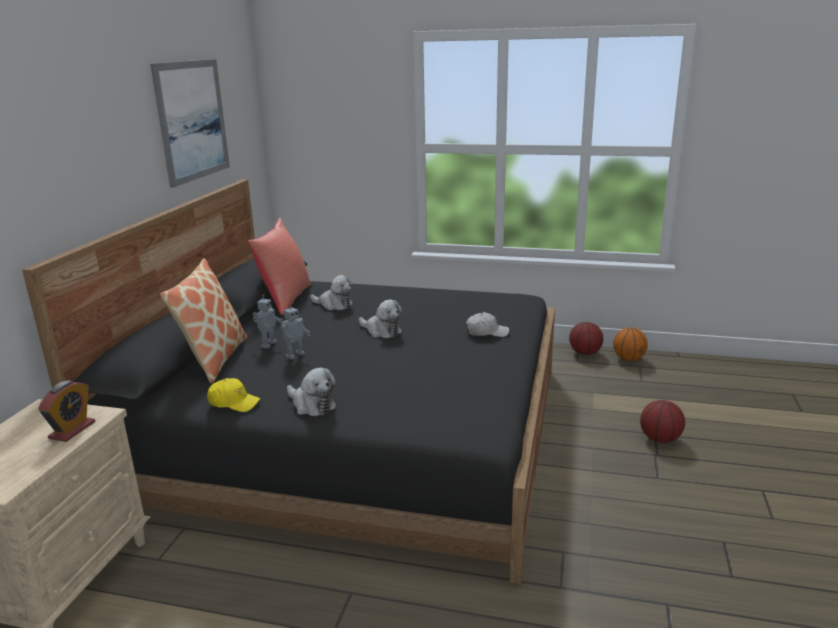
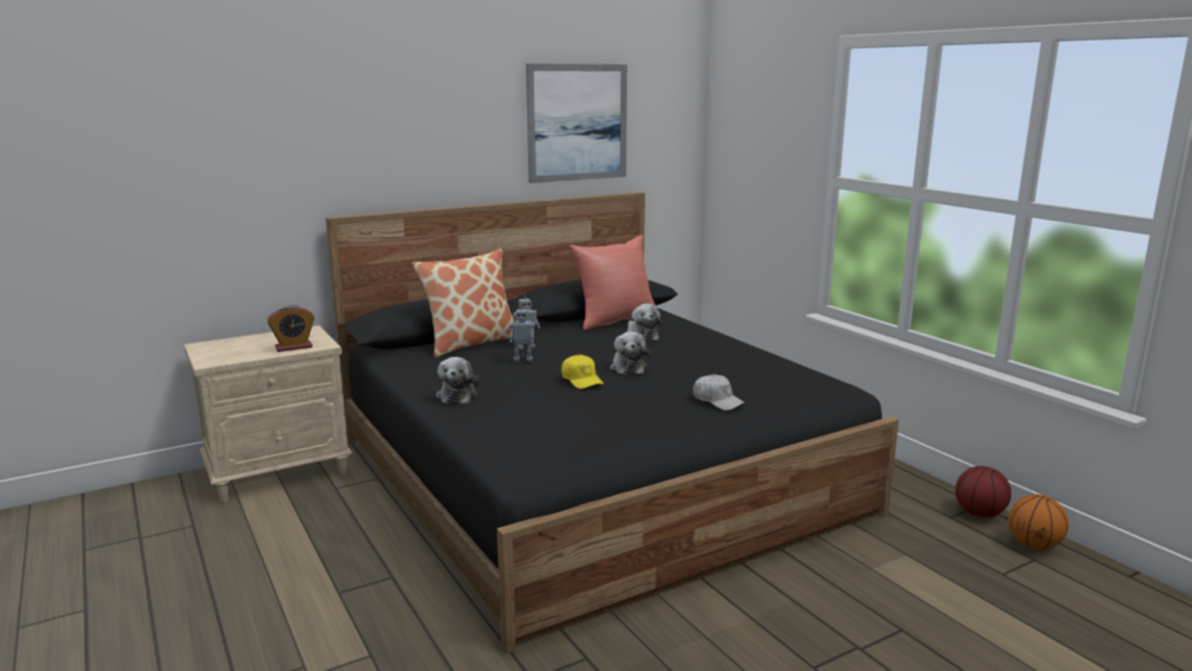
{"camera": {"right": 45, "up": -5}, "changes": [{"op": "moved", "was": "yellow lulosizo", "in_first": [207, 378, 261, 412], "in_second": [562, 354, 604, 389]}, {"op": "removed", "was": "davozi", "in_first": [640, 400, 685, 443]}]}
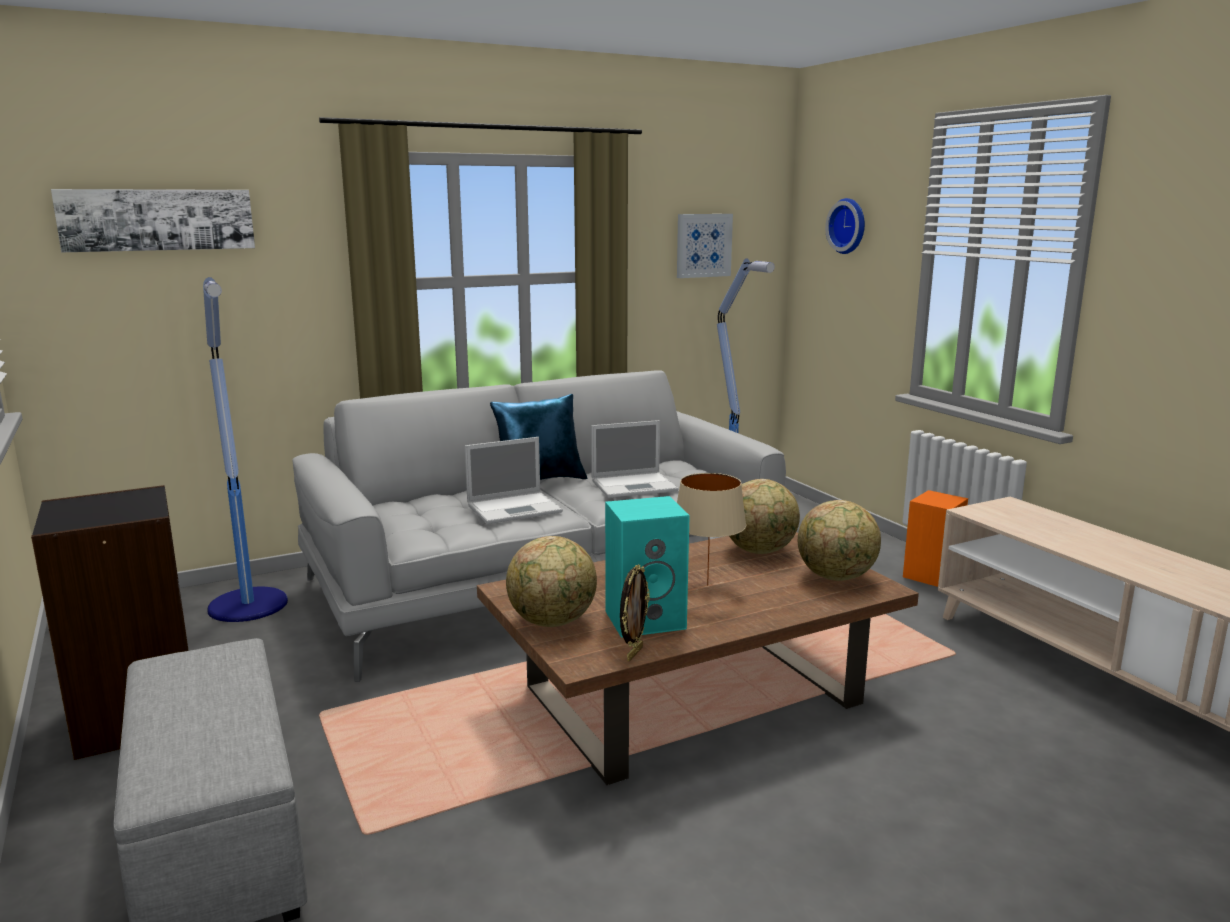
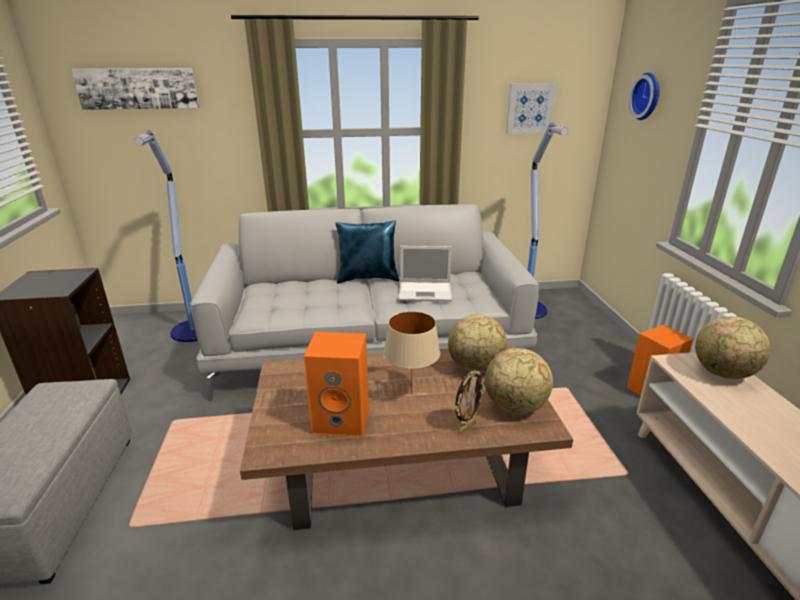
{"camera": {"right": 20, "up": 10}, "changes": [{"op": "recoloured", "was": "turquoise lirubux", "now": "orange lirubux", "in_first": [605, 496, 690, 638], "in_second": [304, 332, 369, 437]}, {"op": "moved", "was": "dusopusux", "in_first": [620, 564, 650, 661], "in_second": [455, 370, 485, 433]}, {"op": "moved", "was": "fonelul", "in_first": [506, 536, 597, 627], "in_second": [695, 316, 770, 379]}, {"op": "removed", "was": "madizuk", "in_first": [465, 437, 563, 524]}]}
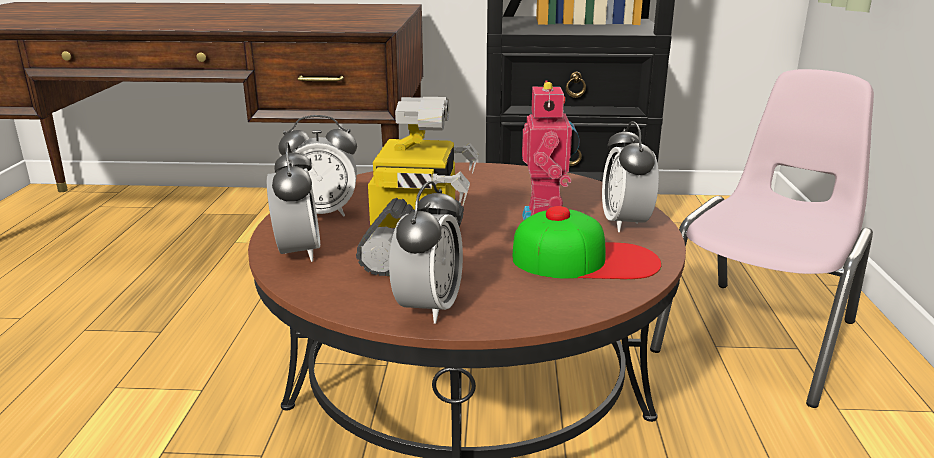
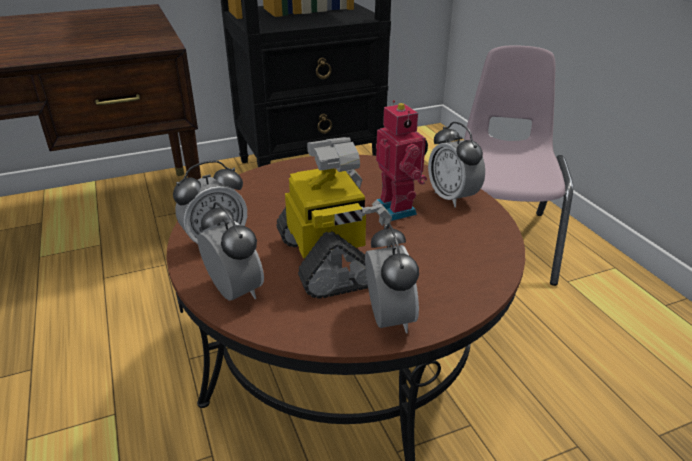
{"camera": {"right": -25, "up": 10}, "changes": [{"op": "removed", "was": "lulosizo", "in_first": [512, 206, 661, 279]}]}
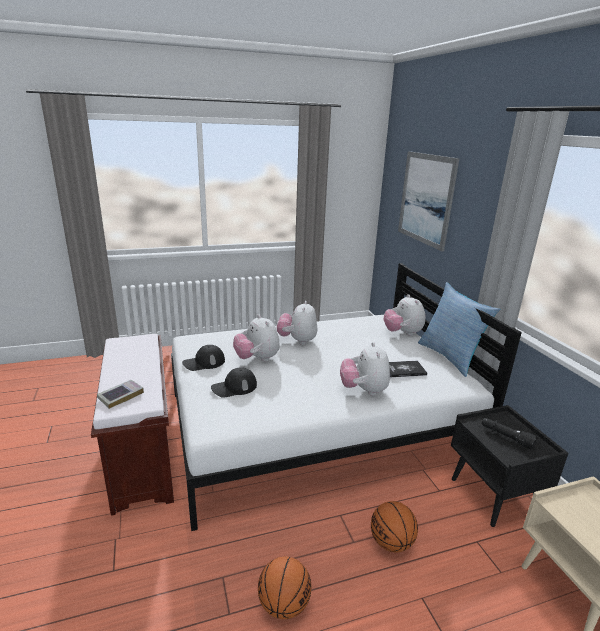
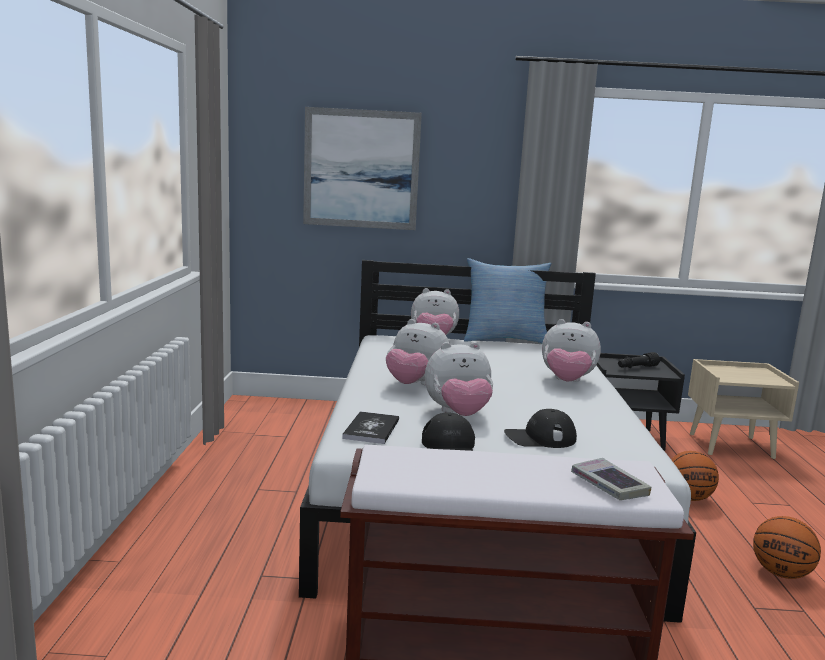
{"camera": {"right": -70, "up": -10}, "changes": [{"op": "moved", "was": "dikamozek", "in_first": [389, 361, 427, 377], "in_second": [342, 411, 399, 444]}, {"op": "turned", "was": "black lulosizo", "in_first": [211, 367, 257, 398], "in_second": [504, 409, 577, 448], "clockwise": 90}]}
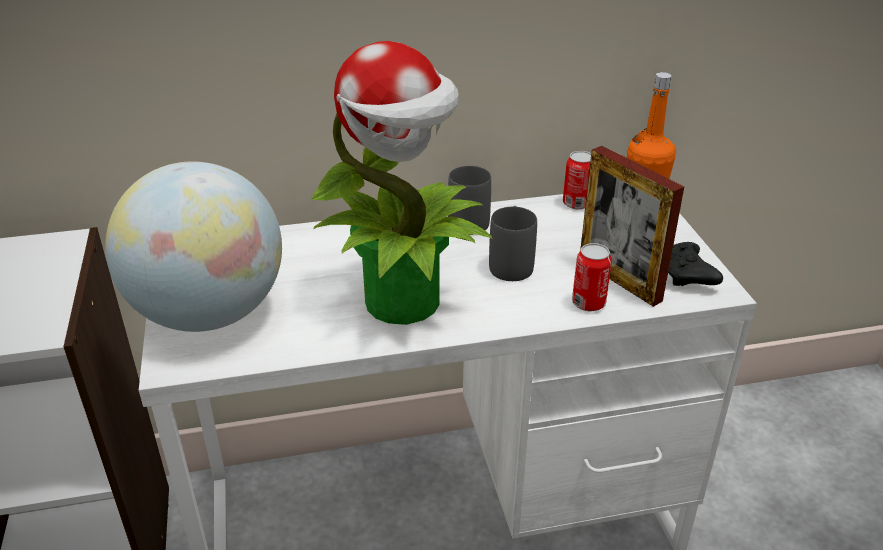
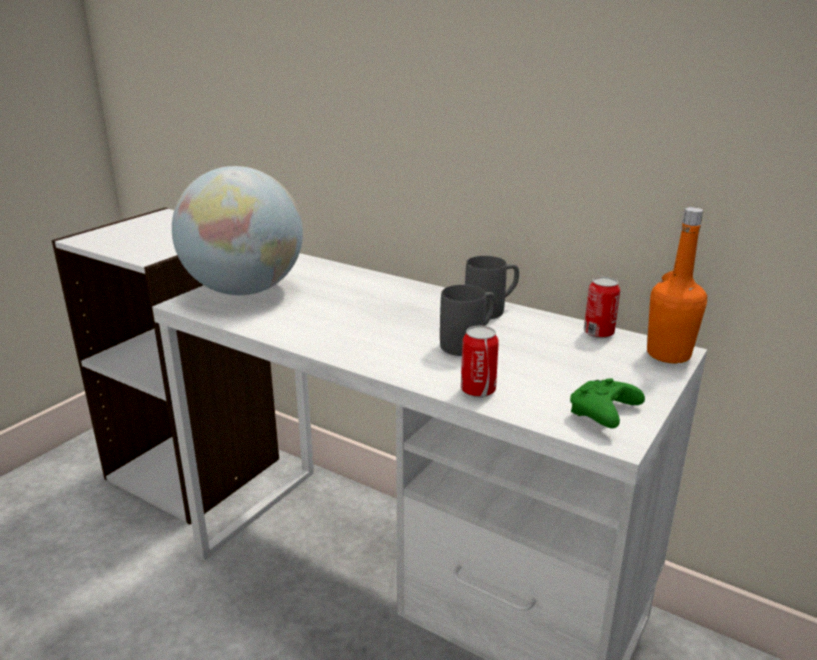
{"camera": {"right": 45, "up": -10}, "changes": [{"op": "recoloured", "was": "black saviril", "now": "green saviril", "in_first": [668, 242, 723, 286], "in_second": [570, 378, 645, 428]}, {"op": "removed", "was": "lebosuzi", "in_first": [311, 41, 493, 325]}, {"op": "removed", "was": "dusopusux", "in_first": [580, 146, 684, 307]}]}
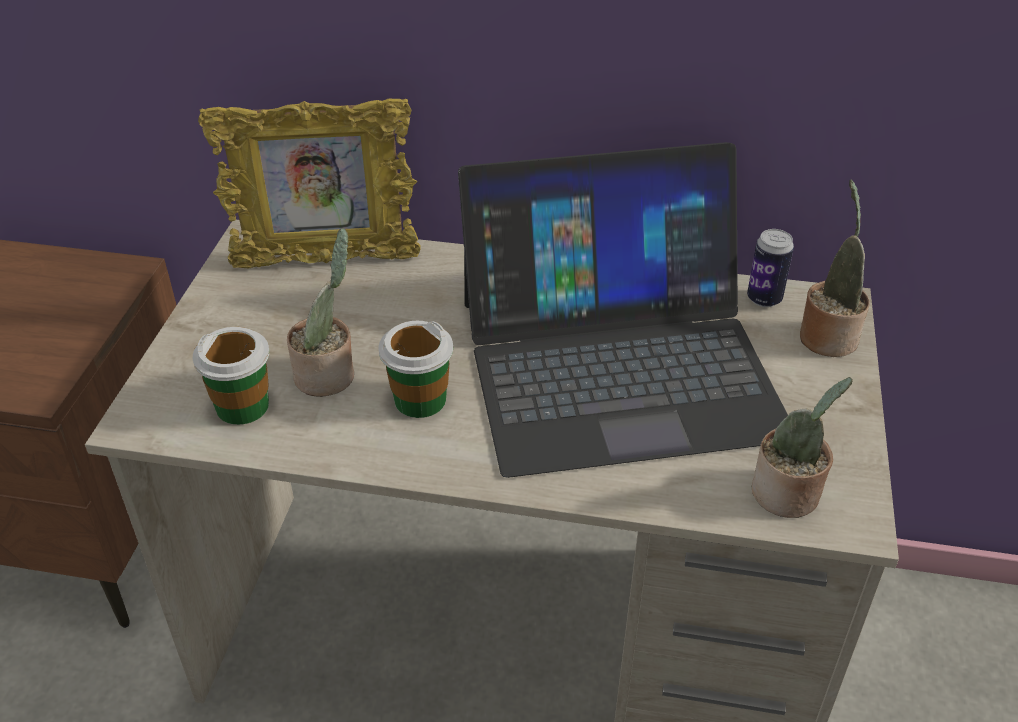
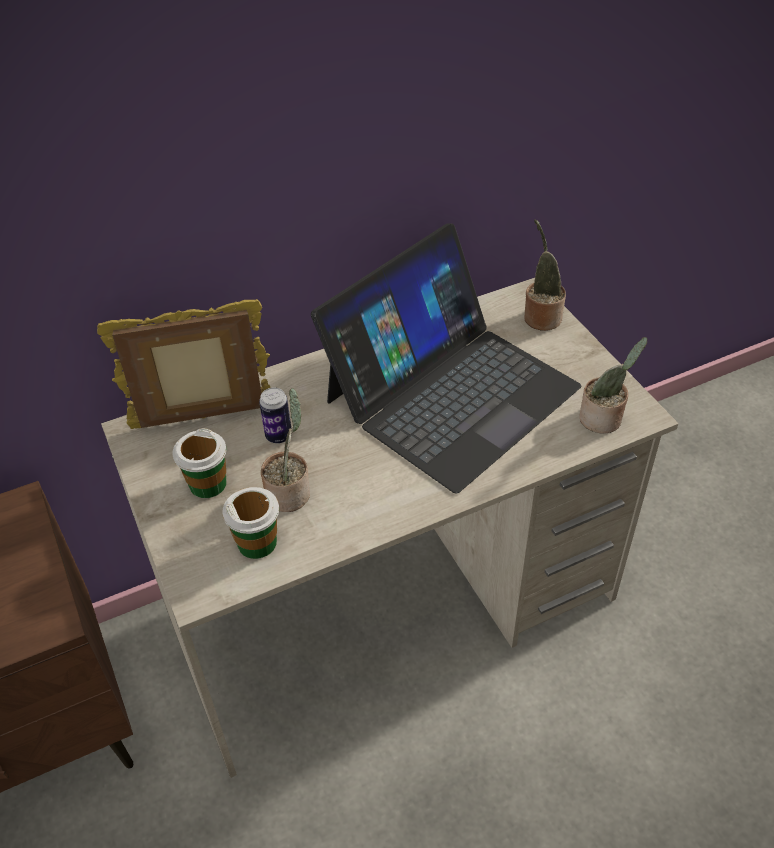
{"camera": {"right": -35, "up": 5}, "changes": [{"op": "turned", "was": "dusopusux", "in_first": [198, 99, 421, 268], "in_second": [97, 299, 271, 429], "clockwise": -150}, {"op": "moved", "was": "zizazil", "in_first": [379, 321, 453, 418], "in_second": [173, 428, 227, 498]}, {"op": "moved", "was": "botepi", "in_first": [747, 229, 794, 307], "in_second": [259, 387, 292, 444]}]}
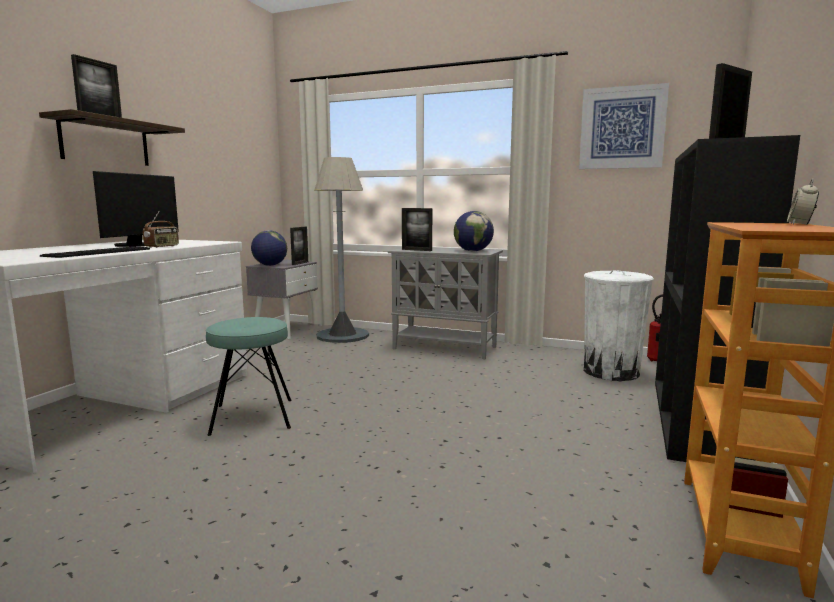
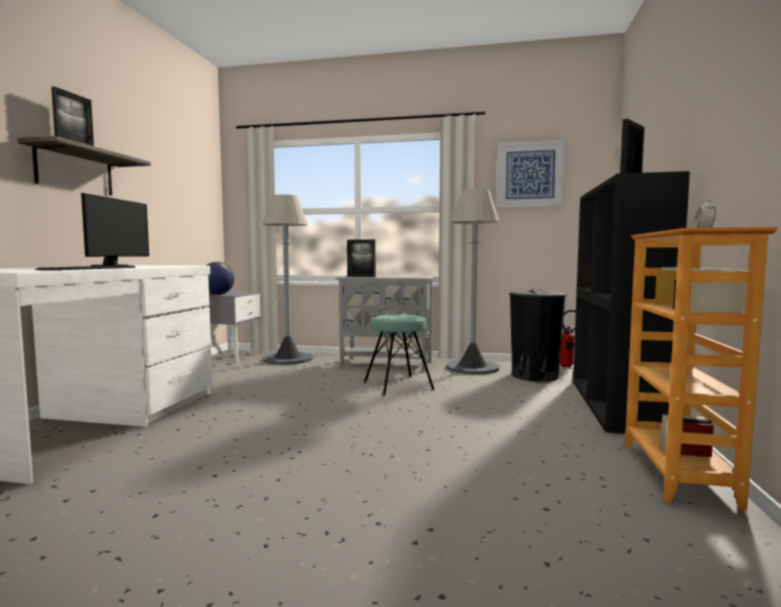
{"camera": {"right": -10, "up": -5}, "changes": [{"op": "moved", "was": "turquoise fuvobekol", "in_first": [206, 317, 291, 436], "in_second": [364, 314, 435, 396]}, {"op": "added", "now": "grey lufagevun", "in_second": [446, 189, 500, 374]}, {"op": "recoloured", "was": "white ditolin", "now": "black ditolin", "in_first": [584, 270, 654, 381], "in_second": [509, 289, 567, 382]}, {"op": "removed", "was": "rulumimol", "in_first": [143, 210, 179, 248]}, {"op": "removed", "was": "dusopusux", "in_first": [290, 227, 308, 265]}, {"op": "removed", "was": "fonelul", "in_first": [454, 211, 494, 251]}]}
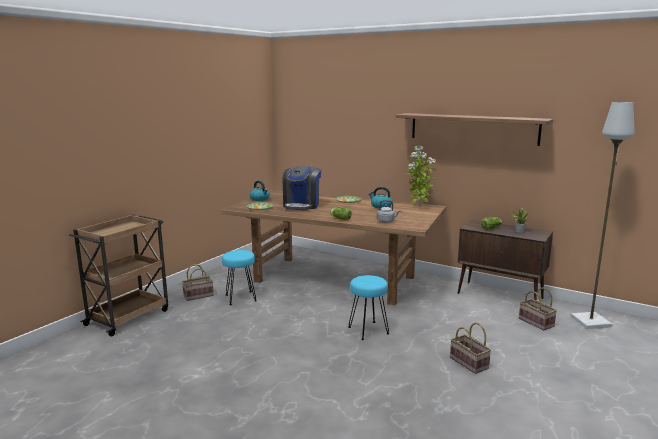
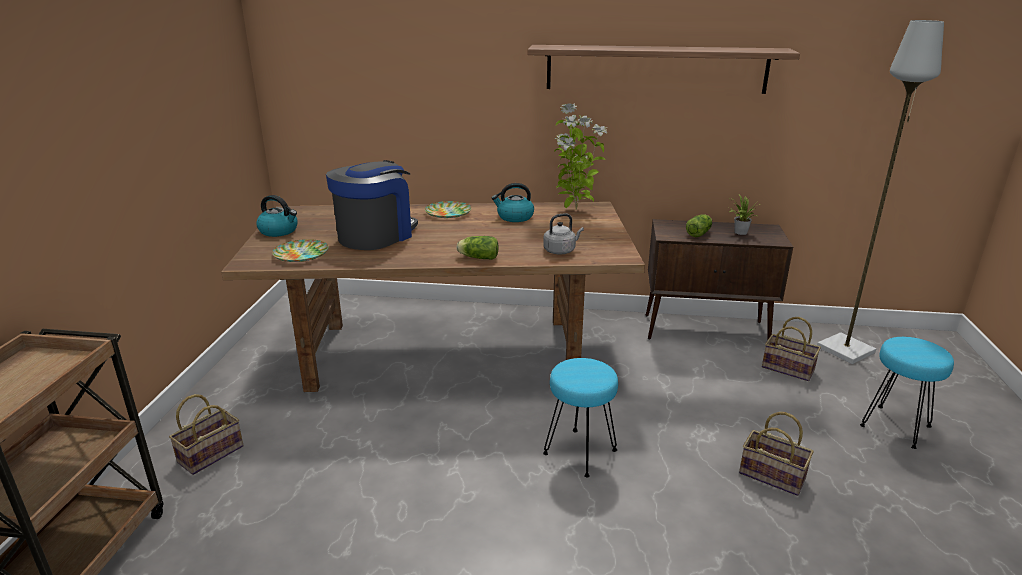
{"camera": {"right": -25, "up": 10}, "changes": [{"op": "turned", "was": "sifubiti", "in_first": [283, 166, 321, 210], "in_second": [326, 160, 418, 250], "clockwise": -135}, {"op": "moved", "was": "turquoise fuvobekol", "in_first": [222, 250, 256, 305], "in_second": [860, 337, 954, 449]}]}
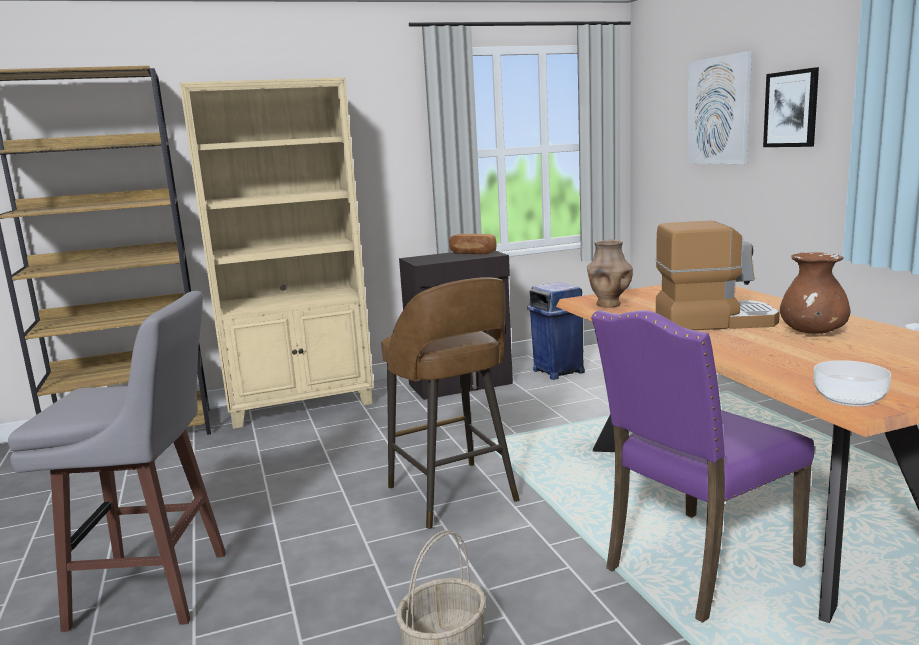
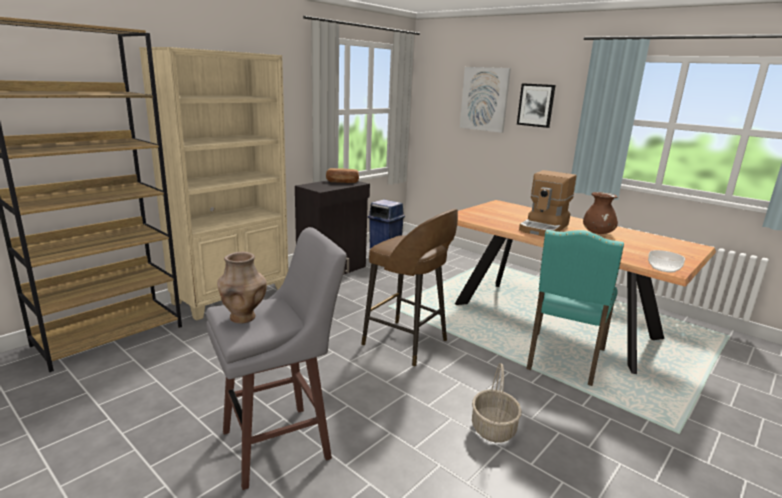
{"camera": {"right": -30, "up": 5}, "changes": [{"op": "moved", "was": "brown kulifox", "in_first": [587, 240, 633, 308], "in_second": [217, 252, 267, 323]}, {"op": "turned", "was": "sifubiti", "in_first": [656, 220, 780, 330], "in_second": [519, 170, 577, 237], "clockwise": 150}, {"op": "recoloured", "was": "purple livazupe", "now": "turquoise livazupe", "in_first": [591, 310, 815, 623], "in_second": [526, 230, 624, 386]}]}
